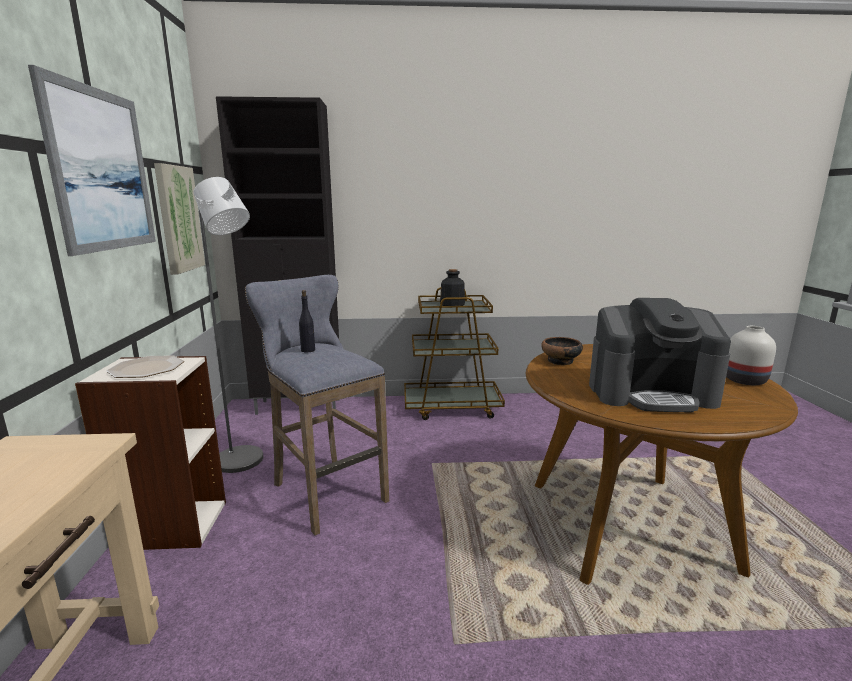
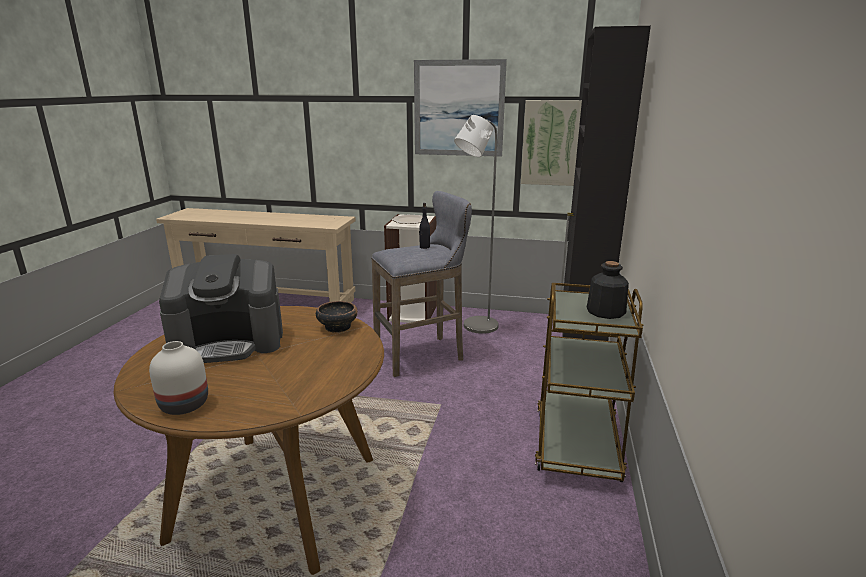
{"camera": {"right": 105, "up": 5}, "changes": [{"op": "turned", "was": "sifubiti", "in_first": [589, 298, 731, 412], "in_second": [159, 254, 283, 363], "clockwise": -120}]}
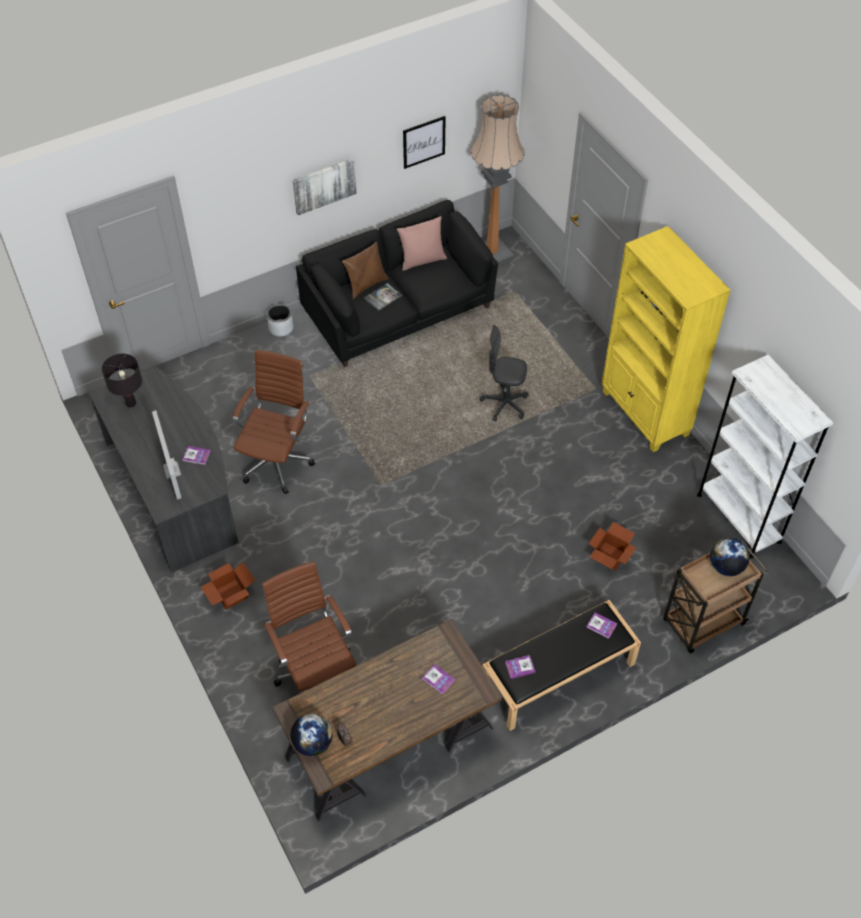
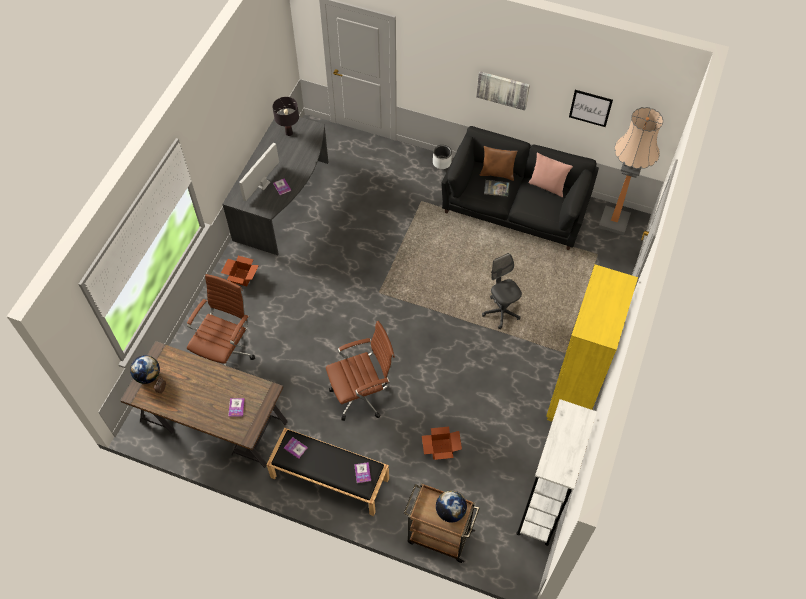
{"camera": {"right": 50, "up": 5}, "changes": [{"op": "moved", "was": "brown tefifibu", "in_first": [233, 350, 315, 494], "in_second": [326, 321, 395, 421]}]}
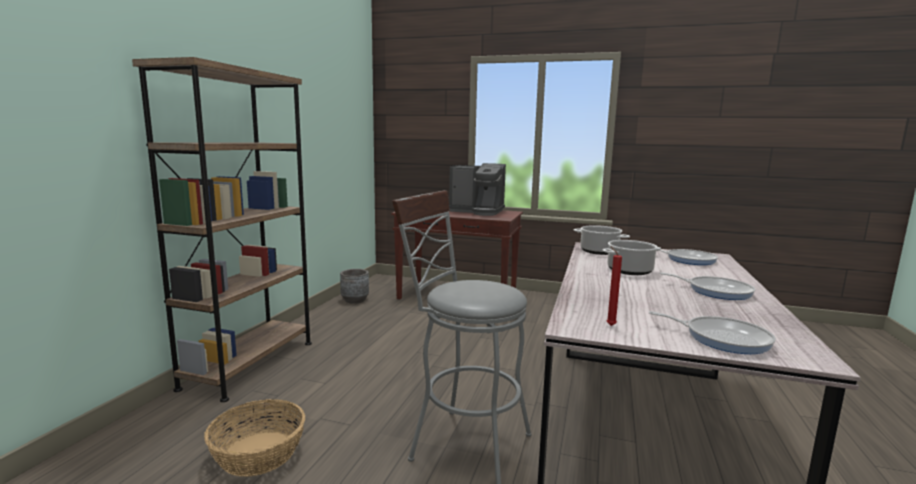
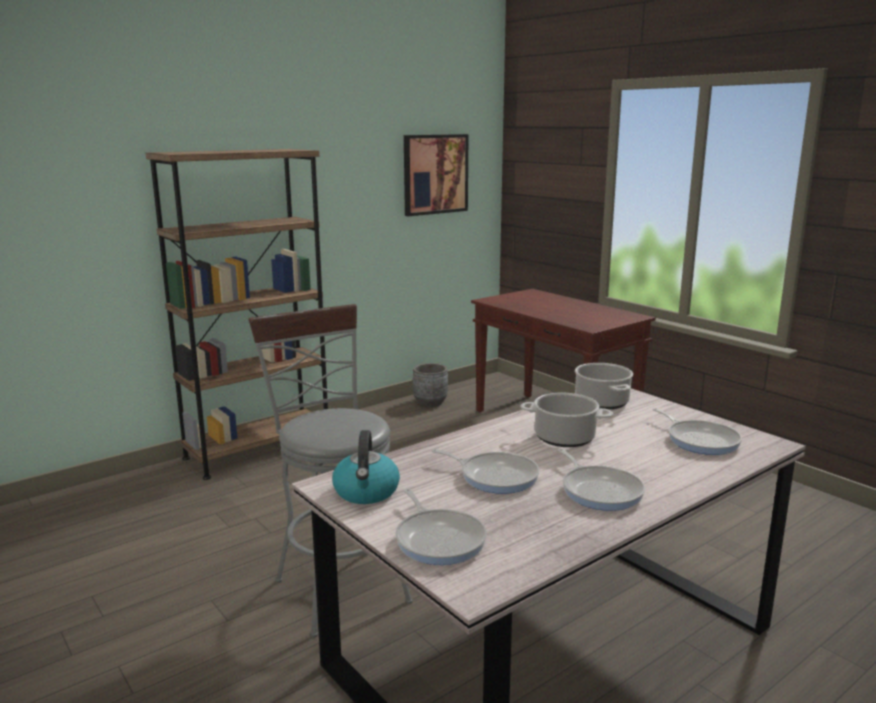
{"camera": {"right": 35, "up": 5}, "changes": [{"op": "replaced", "was": "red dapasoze", "now": "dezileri", "in_first": [607, 247, 622, 326], "in_second": [332, 430, 400, 504]}, {"op": "added", "now": "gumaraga", "in_second": [404, 134, 468, 216]}, {"op": "added", "now": "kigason", "in_second": [432, 449, 539, 494]}, {"op": "removed", "was": "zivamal", "in_first": [204, 399, 305, 477]}, {"op": "removed", "was": "sifubiti", "in_first": [449, 163, 506, 216]}]}
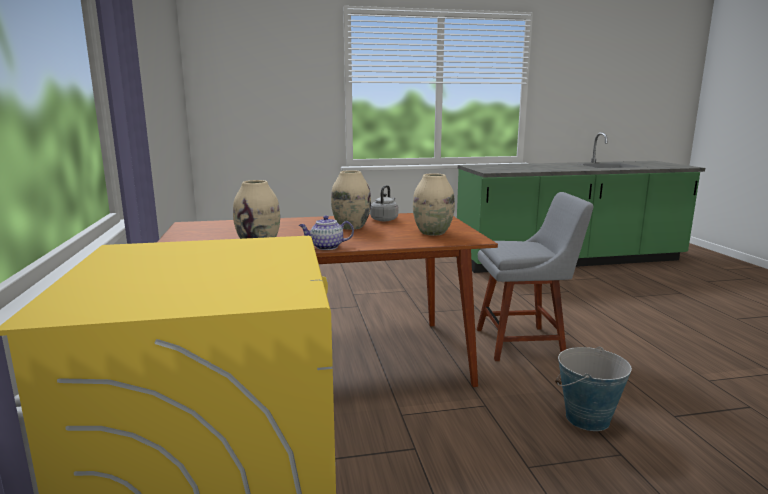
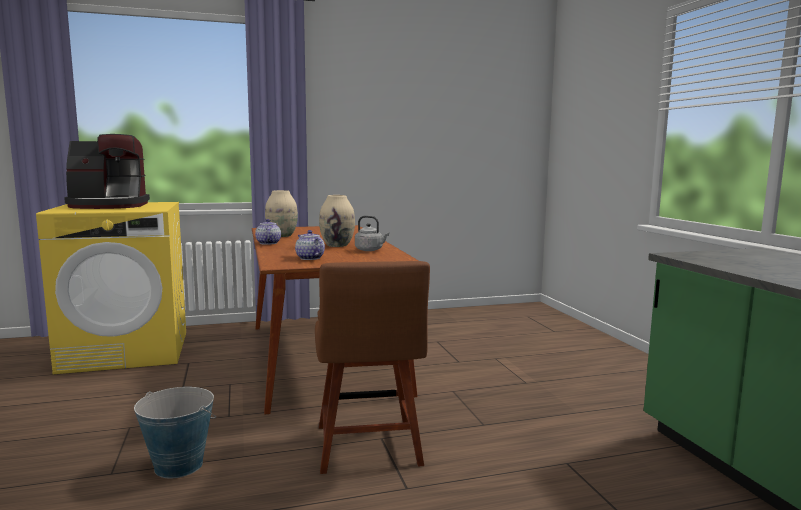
{"camera": {"right": 85, "up": -5}, "changes": [{"op": "added", "now": "sifubiti", "in_second": [64, 134, 150, 209]}, {"op": "replaced", "was": "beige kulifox", "now": "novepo", "in_first": [413, 173, 455, 236], "in_second": [295, 230, 325, 260]}, {"op": "recoloured", "was": "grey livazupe", "now": "brown livazupe", "in_first": [477, 192, 594, 361], "in_second": [315, 261, 430, 474]}]}
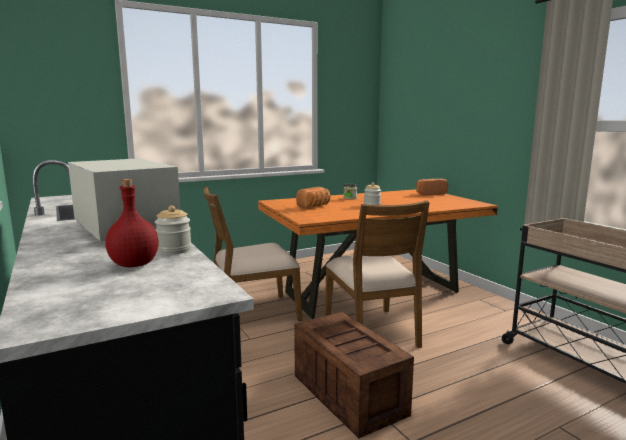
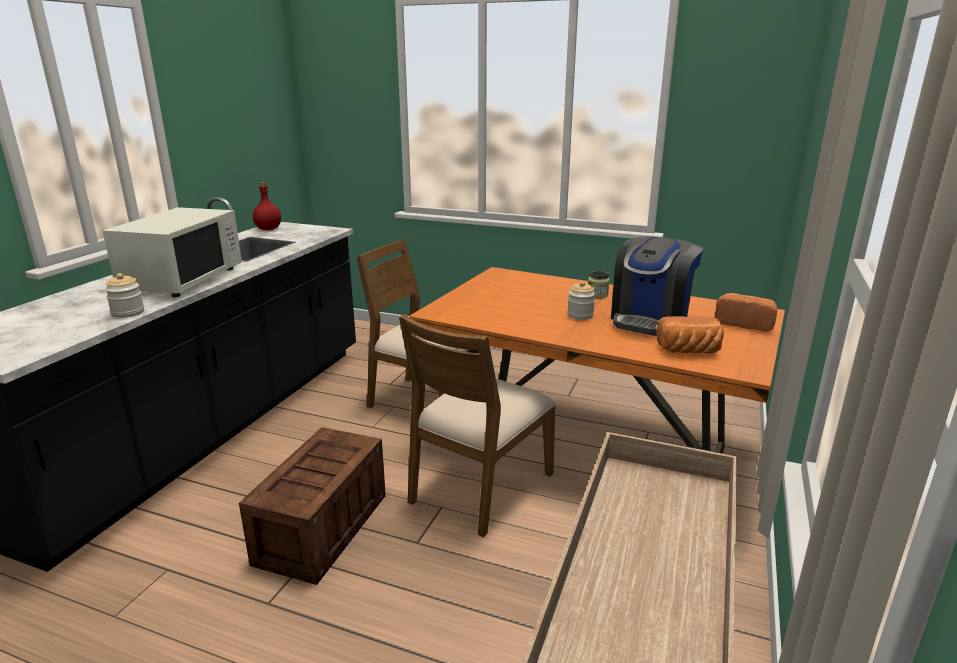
{"camera": {"right": 50, "up": 10}, "changes": [{"op": "moved", "was": "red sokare", "in_first": [105, 179, 159, 267], "in_second": [253, 182, 281, 230]}, {"op": "added", "now": "sifubiti", "in_second": [611, 237, 703, 336]}, {"op": "moved", "was": "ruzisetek", "in_first": [296, 187, 331, 208], "in_second": [656, 316, 724, 353]}]}
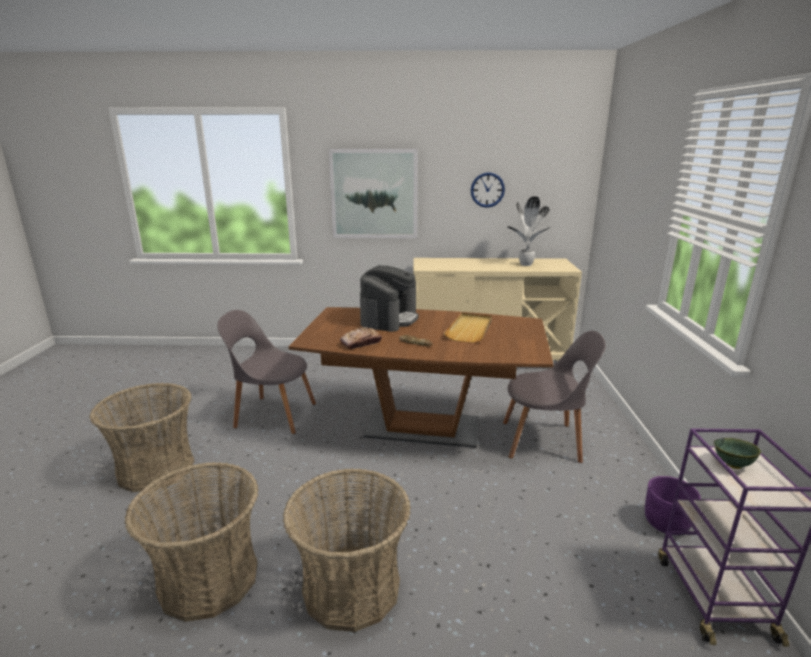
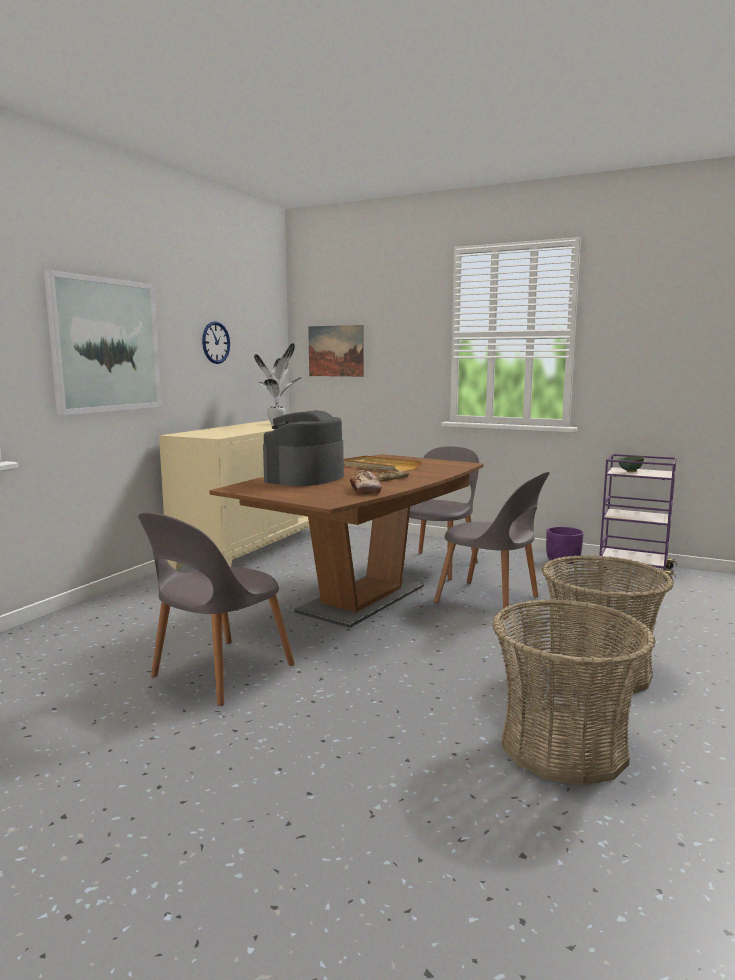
{"camera": {"right": -65, "up": -10}, "changes": [{"op": "turned", "was": "sifubiti", "in_first": [360, 265, 419, 332], "in_second": [263, 410, 344, 486], "clockwise": -105}, {"op": "added", "now": "gumaraga", "in_second": [308, 325, 364, 377]}, {"op": "added", "now": "grey livazupe", "in_second": [434, 471, 550, 620]}, {"op": "removed", "was": "zivamal", "in_first": [90, 383, 194, 492]}]}
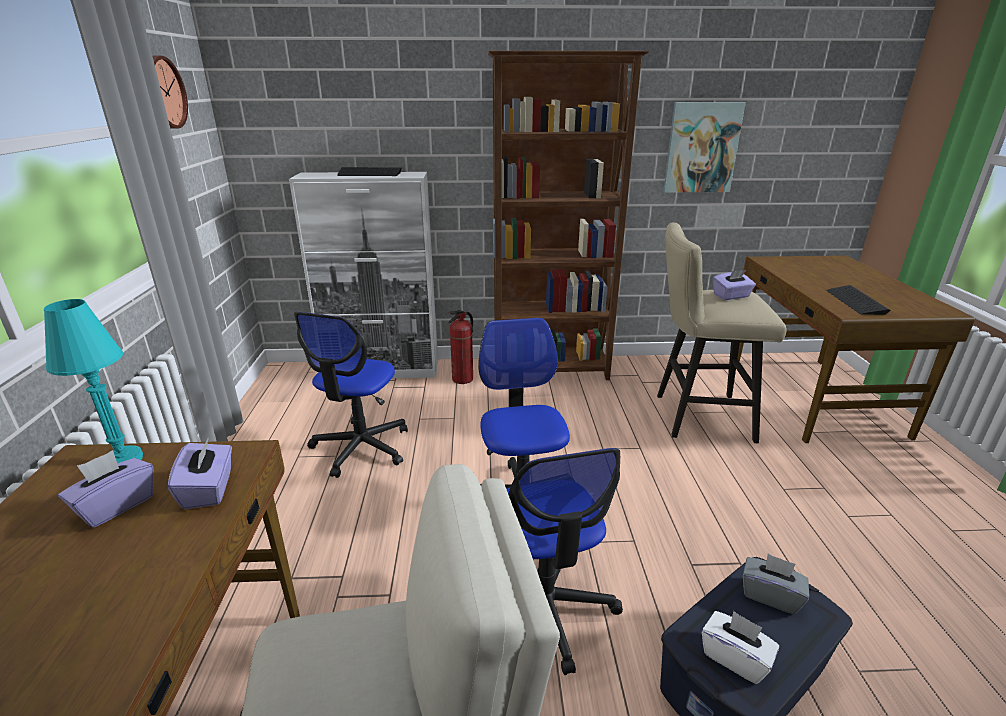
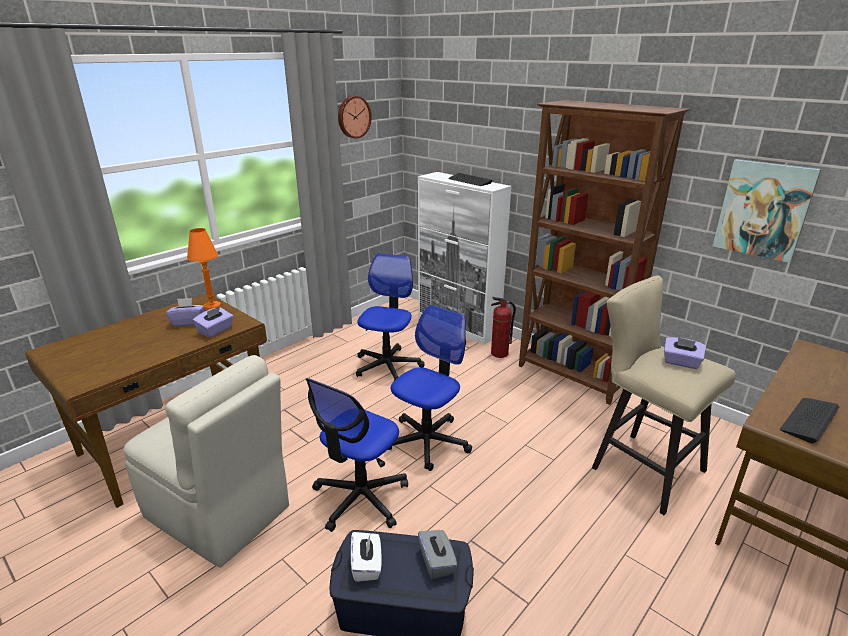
{"camera": {"right": 45, "up": 0}, "changes": [{"op": "recoloured", "was": "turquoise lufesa", "now": "orange lufesa", "in_first": [44, 299, 143, 464], "in_second": [187, 228, 221, 310]}, {"op": "turned", "was": "tefifibu", "in_first": [294, 312, 408, 478], "in_second": [356, 253, 425, 381], "clockwise": 135}]}
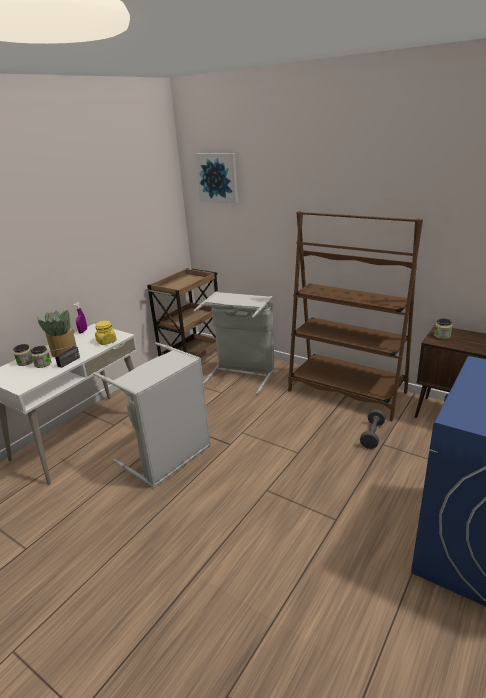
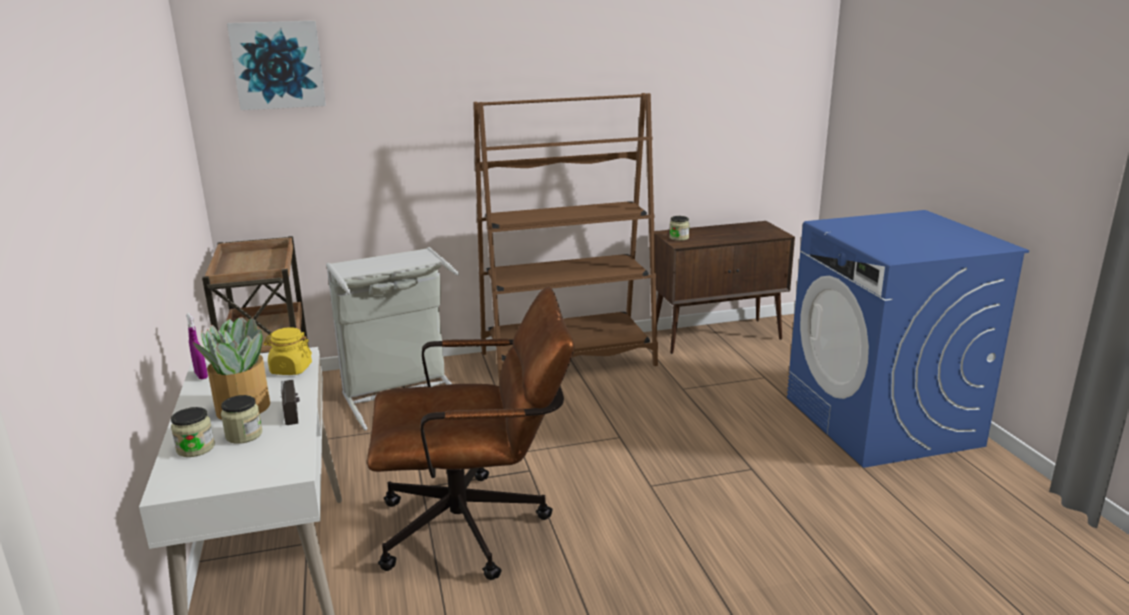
{"camera": {"right": -50, "up": -5}, "changes": [{"op": "replaced", "was": "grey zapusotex", "now": "brown tefifibu", "in_first": [93, 342, 211, 488], "in_second": [367, 287, 574, 580]}, {"op": "removed", "was": "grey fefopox", "in_first": [360, 409, 386, 449]}]}
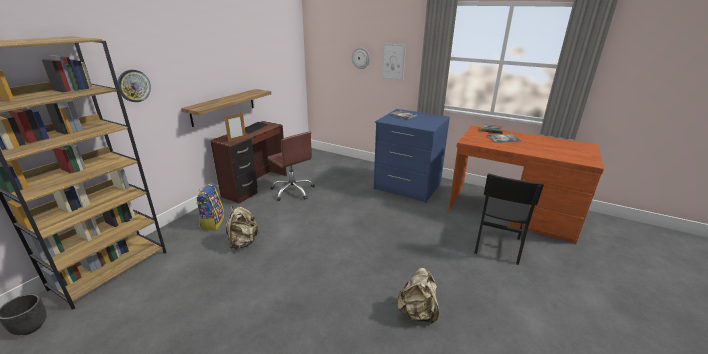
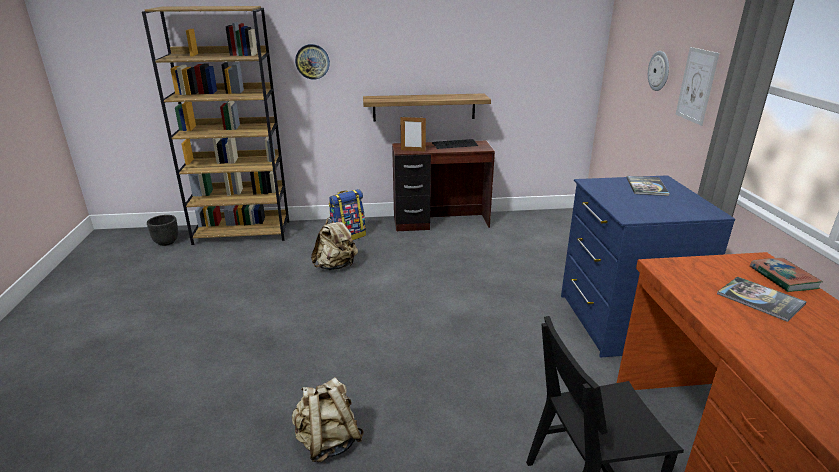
{"camera": {"right": 55, "up": 0}, "changes": [{"op": "removed", "was": "brown tefifibu", "in_first": [267, 132, 315, 201]}]}
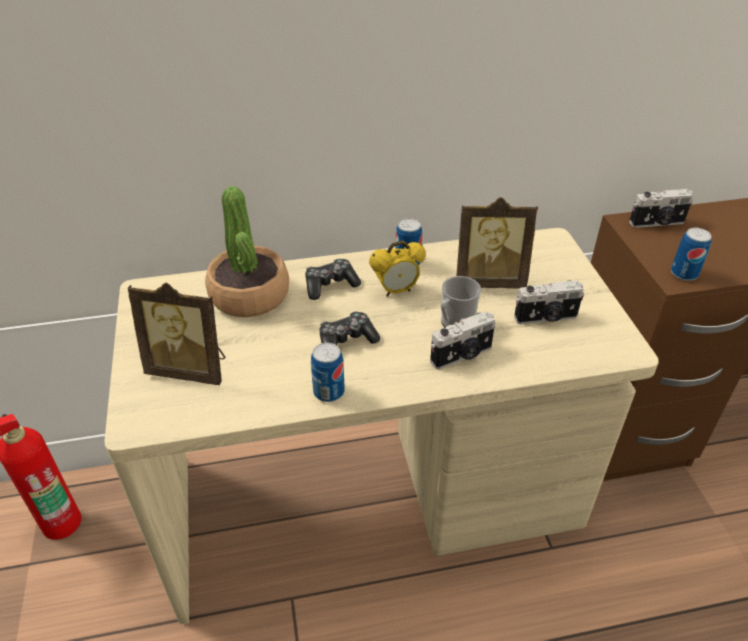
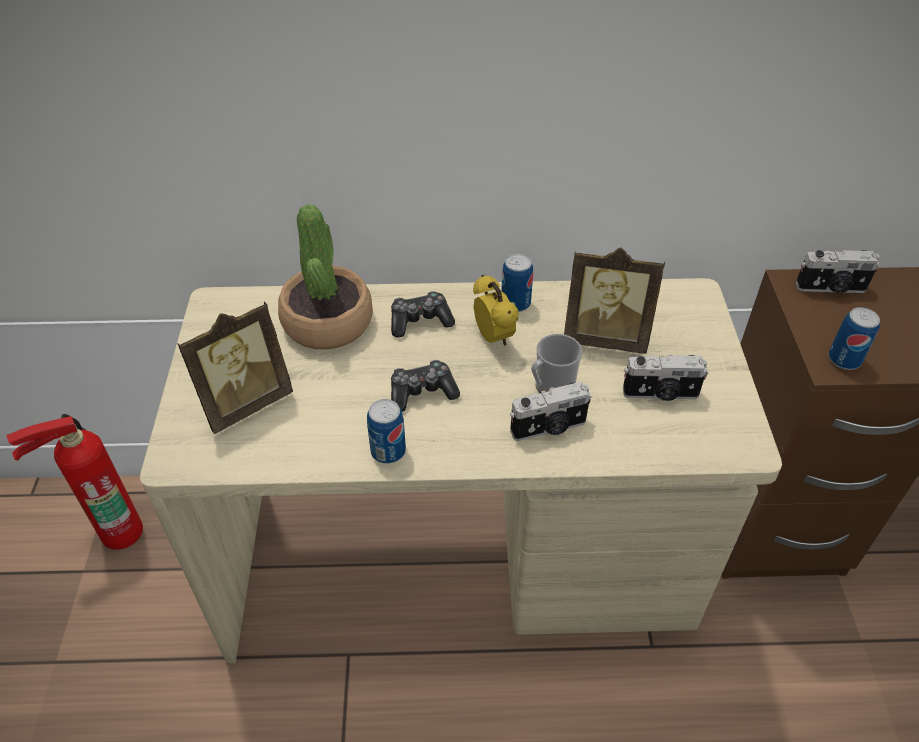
{"camera": {"right": 10, "up": 5}, "changes": [{"op": "turned", "was": "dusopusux", "in_first": [128, 282, 225, 385], "in_second": [177, 302, 293, 434], "clockwise": -60}, {"op": "turned", "was": "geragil", "in_first": [369, 241, 426, 297], "in_second": [473, 275, 519, 346], "clockwise": -105}]}
